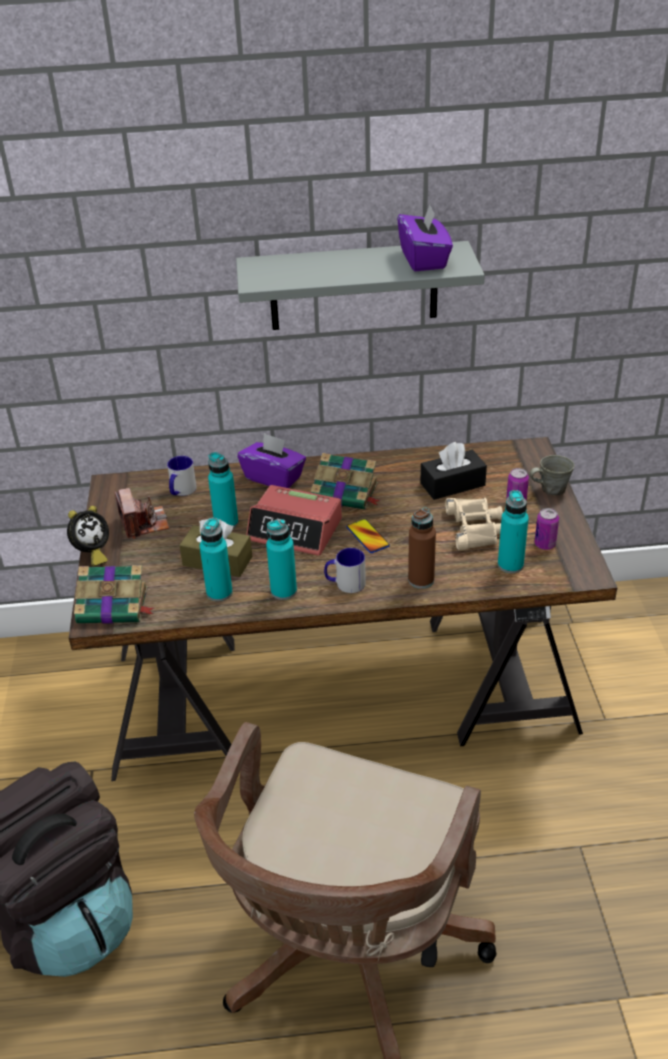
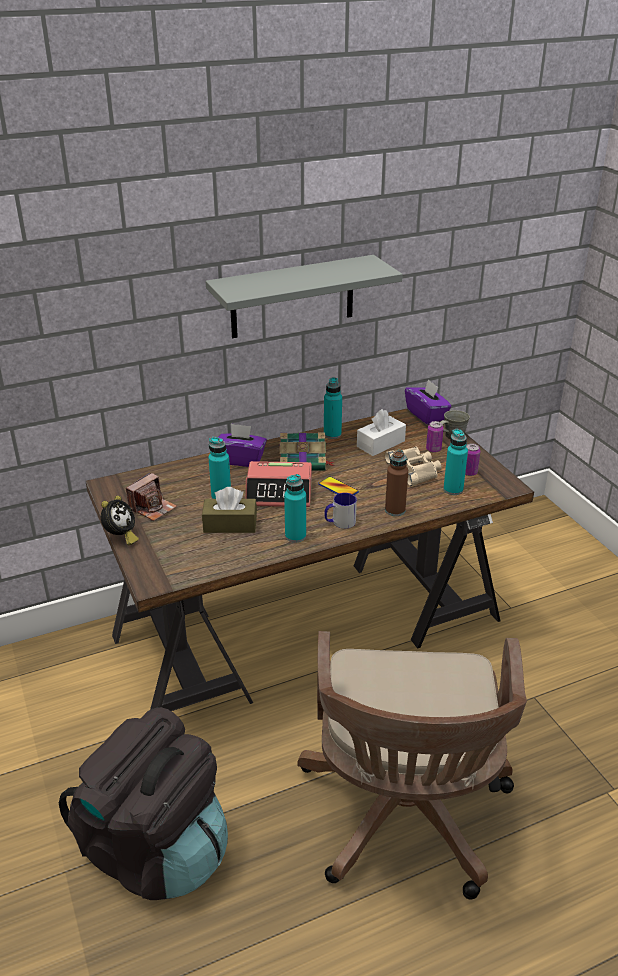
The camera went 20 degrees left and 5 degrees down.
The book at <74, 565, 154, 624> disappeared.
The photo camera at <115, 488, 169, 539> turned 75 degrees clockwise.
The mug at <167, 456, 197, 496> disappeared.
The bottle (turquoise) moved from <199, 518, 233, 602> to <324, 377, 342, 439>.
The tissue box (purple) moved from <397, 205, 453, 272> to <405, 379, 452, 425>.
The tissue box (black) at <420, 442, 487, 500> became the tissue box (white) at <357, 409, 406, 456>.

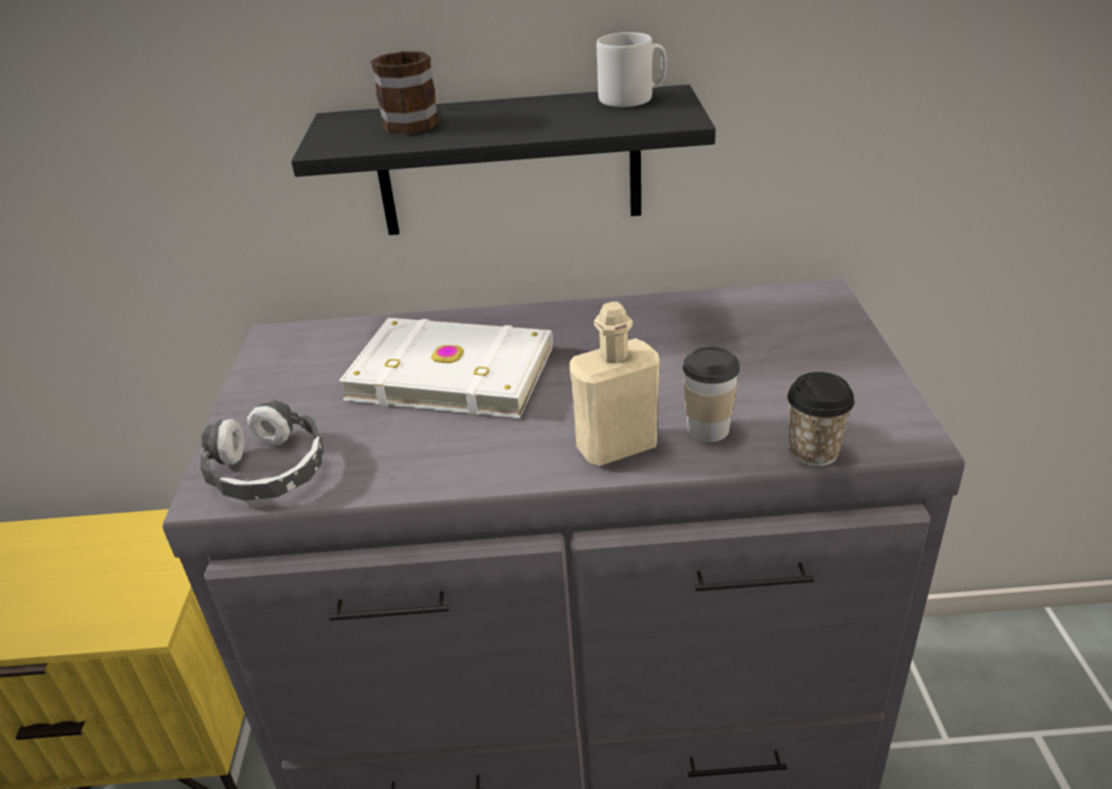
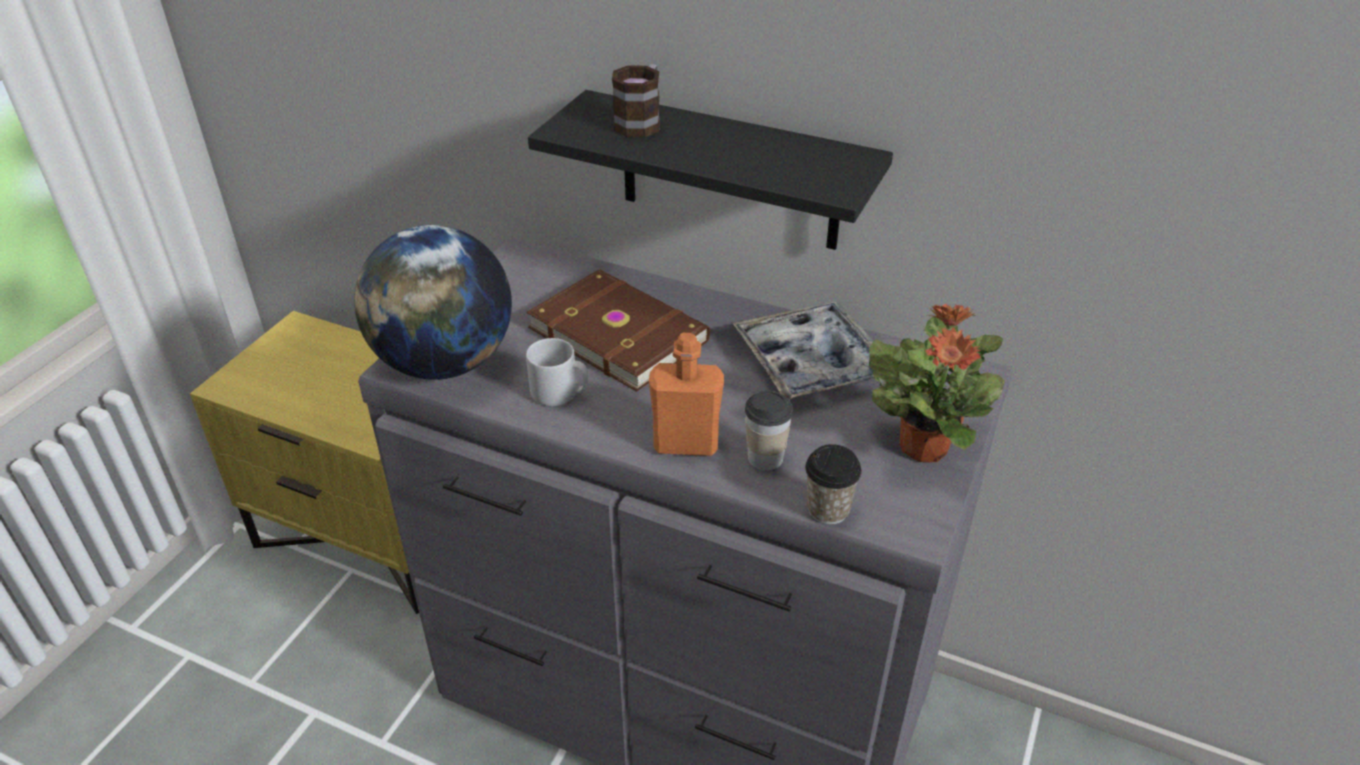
The camera went 25 degrees right and 5 degrees up.
The headphones at <200, 400, 324, 501> was replaced by the globe at <354, 225, 512, 380>.
The book (white) at <339, 317, 553, 418> became the book (brown) at <526, 269, 710, 392>.
The bottle (beige) at <569, 302, 660, 466> became the bottle (orange) at <649, 333, 724, 456>.
The mug (grey) moved from <597, 32, 667, 107> to <526, 338, 588, 406>.
The tray at <733, 302, 875, 400> appeared.
The potted plant at <869, 304, 1005, 463> appeared.

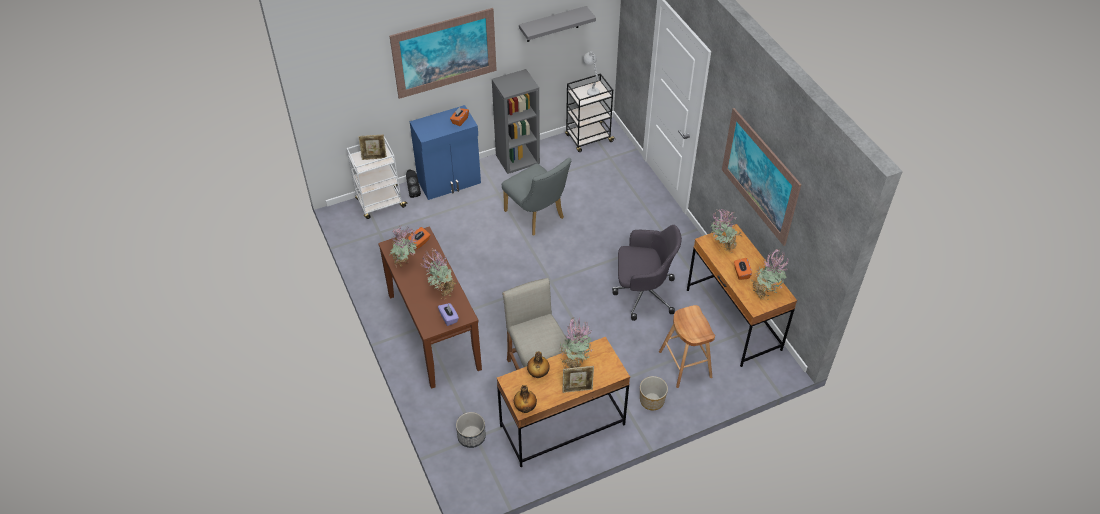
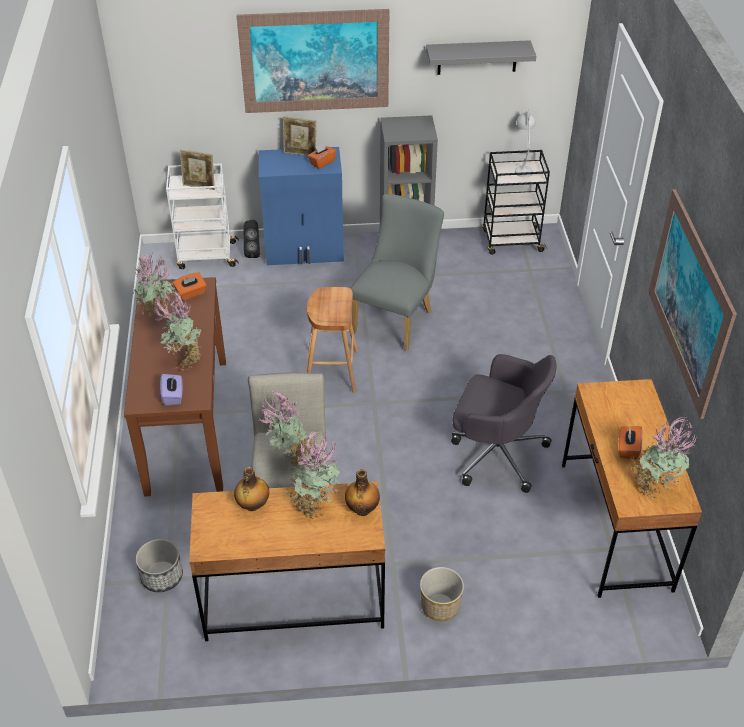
The camera went 20 degrees right and 5 degrees down.
The chair (grey) at <502, 158, 571, 236> turned 135 degrees counterclockwise.
The bottle moved from <514, 385, 537, 413> to <345, 469, 380, 516>.
The picture frame moved from <563, 366, 594, 393> to <283, 116, 316, 156>.
The stool (brown) moved from <659, 305, 715, 388> to <307, 287, 358, 393>.
The potted plant moved from <710, 209, 742, 255> to <258, 391, 314, 470>.

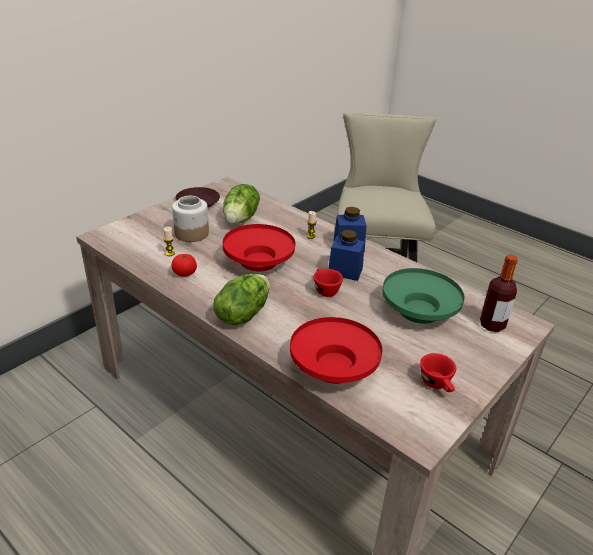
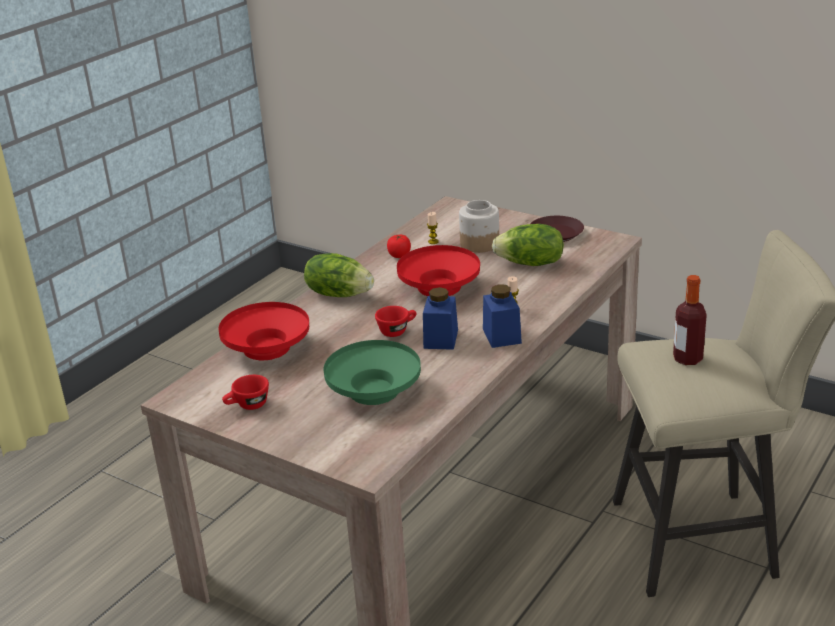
The camera went 85 degrees right and 5 degrees down.
The bottle moved from <480, 254, 518, 332> to <673, 275, 707, 365>.

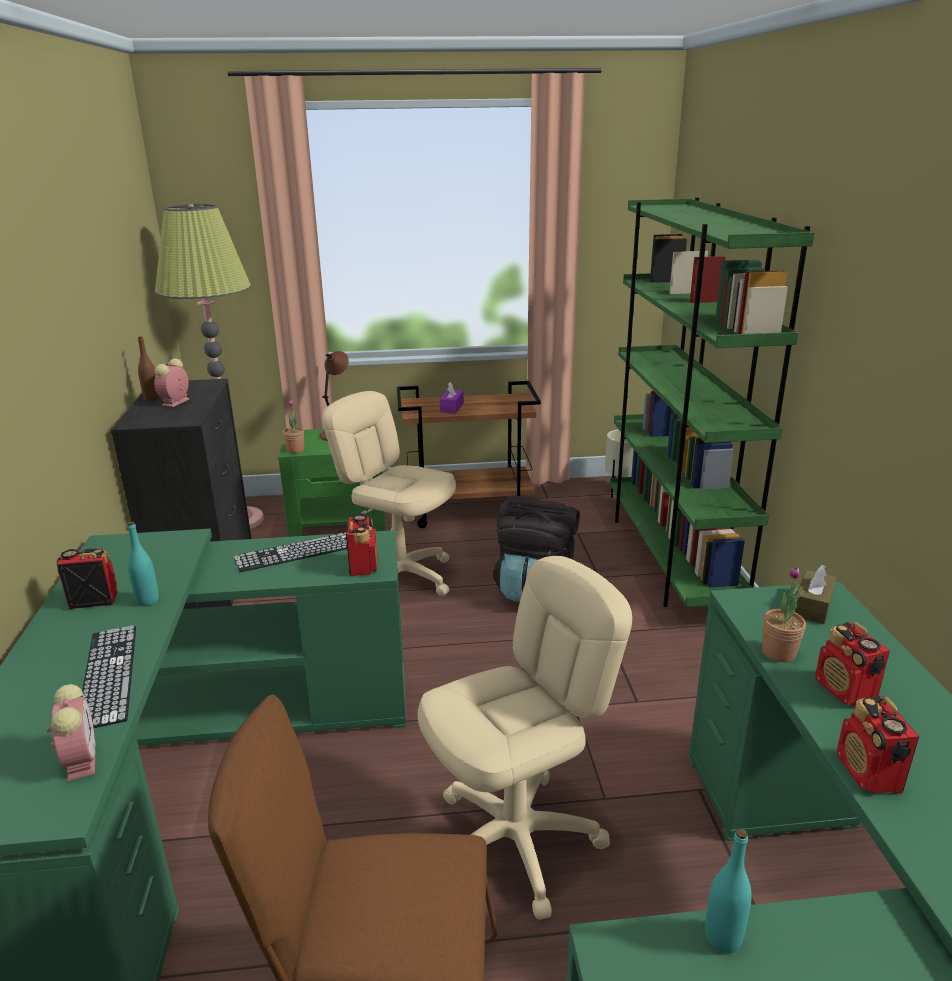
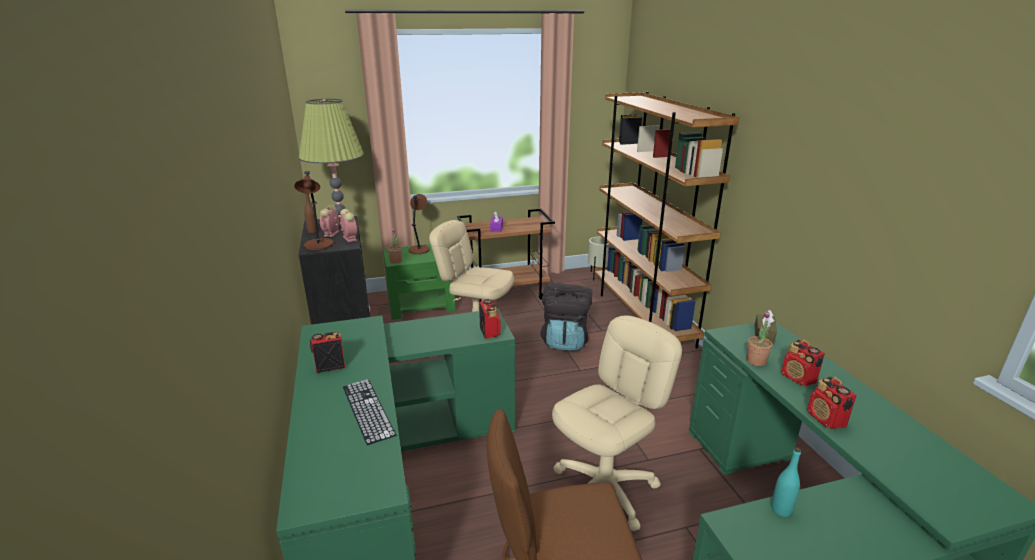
The camera went 10 degrees left and 0 degrees up.
The alarm clock moved from <46, 684, 96, 781> to <340, 209, 357, 242>.
The bottle (turquoise) at <127, 521, 159, 606> disappeared.
The keyboard at <234, 532, 347, 572> disappeared.
The bookcase (green) at <610, 198, 814, 607> became the bookcase (brown) at <594, 92, 739, 348>.
The table lamp (brown) at <294, 171, 334, 250> appeared.

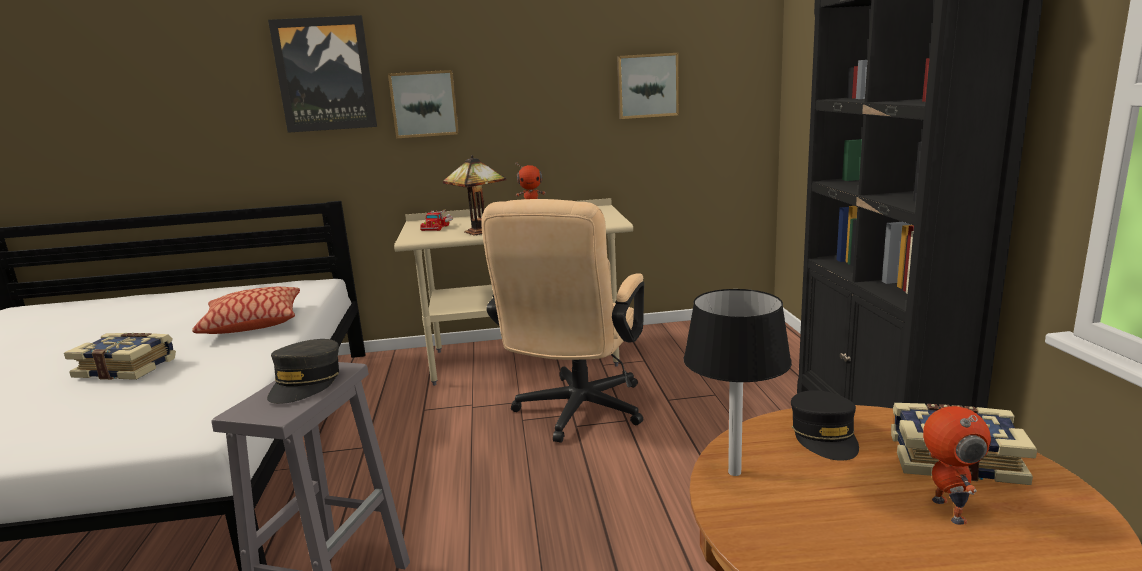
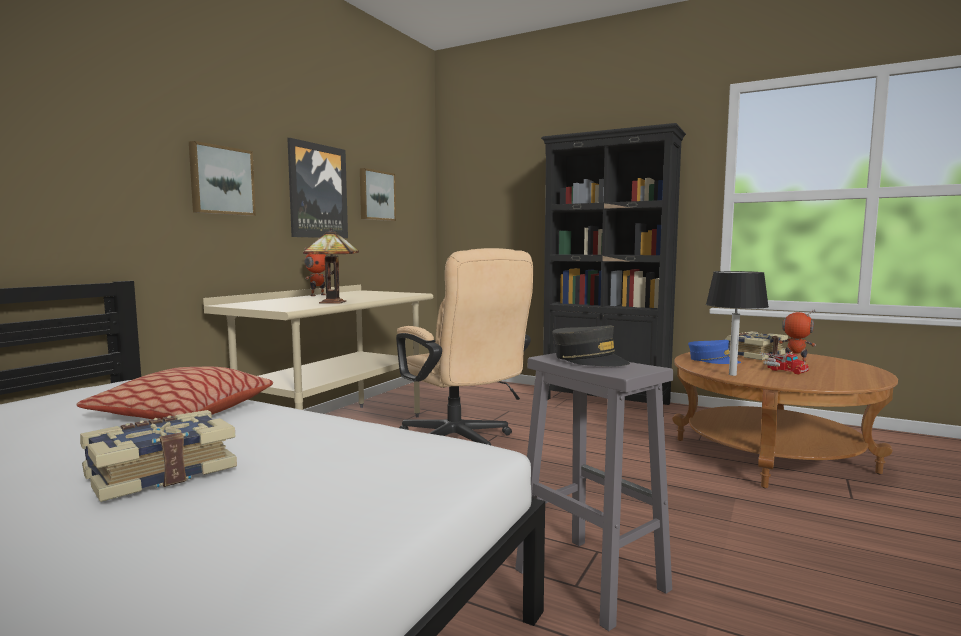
The camera went 55 degrees left and 10 degrees down.
The picture moved from <268, 15, 377, 133> to <287, 138, 348, 238>.
The toy truck moved from <420, 209, 453, 231> to <760, 352, 809, 374>.
The cap (black) at <791, 390, 859, 461> became the cap (blue) at <688, 340, 741, 364>.

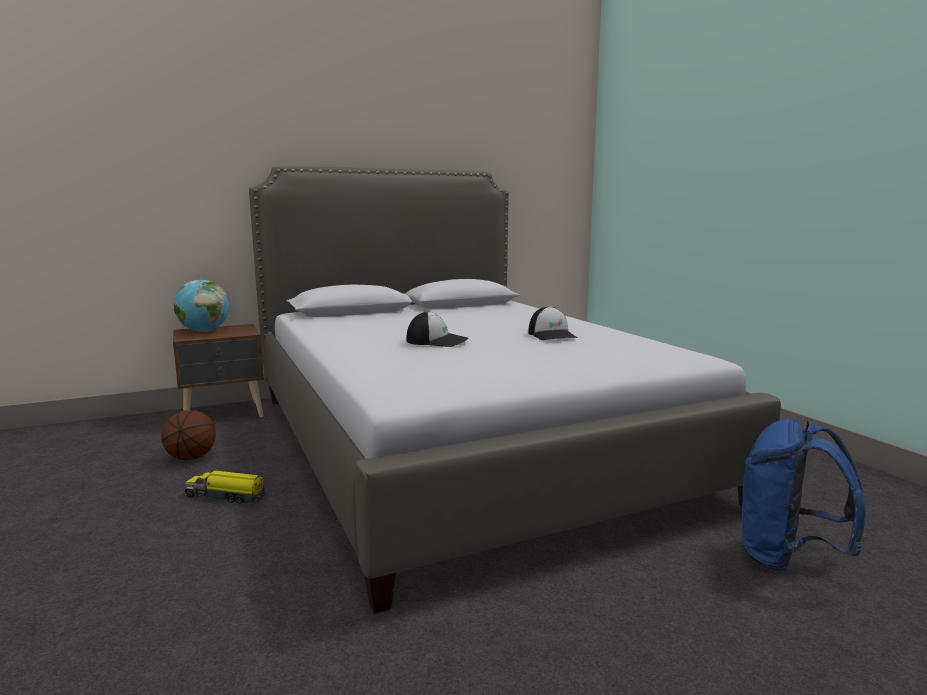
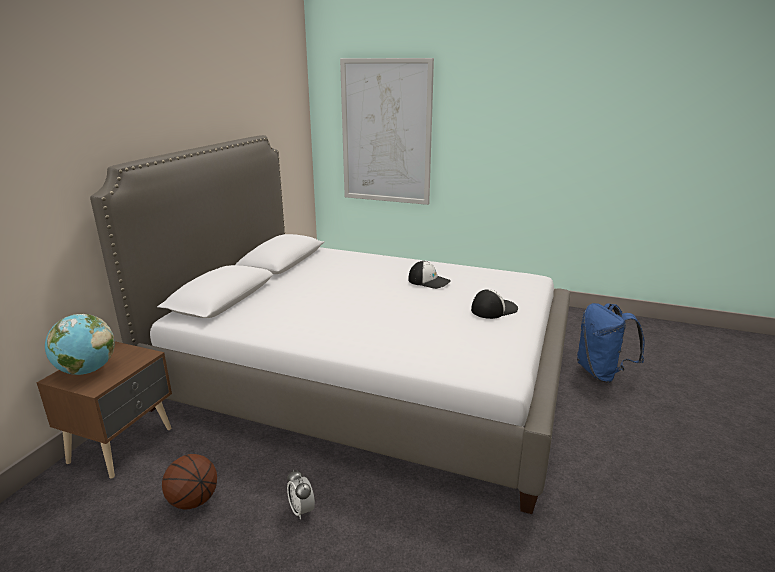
The camera went 45 degrees left and 10 degrees up.
The toy truck at <185, 470, 268, 504> was replaced by the alarm clock at <287, 470, 315, 519>.
The cap moved from <406, 311, 468, 347> to <471, 289, 518, 319>.
The picture at <340, 58, 434, 205> appeared.

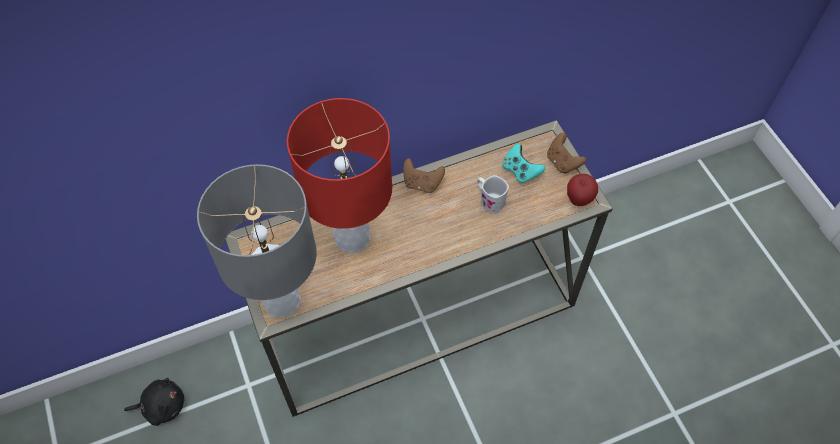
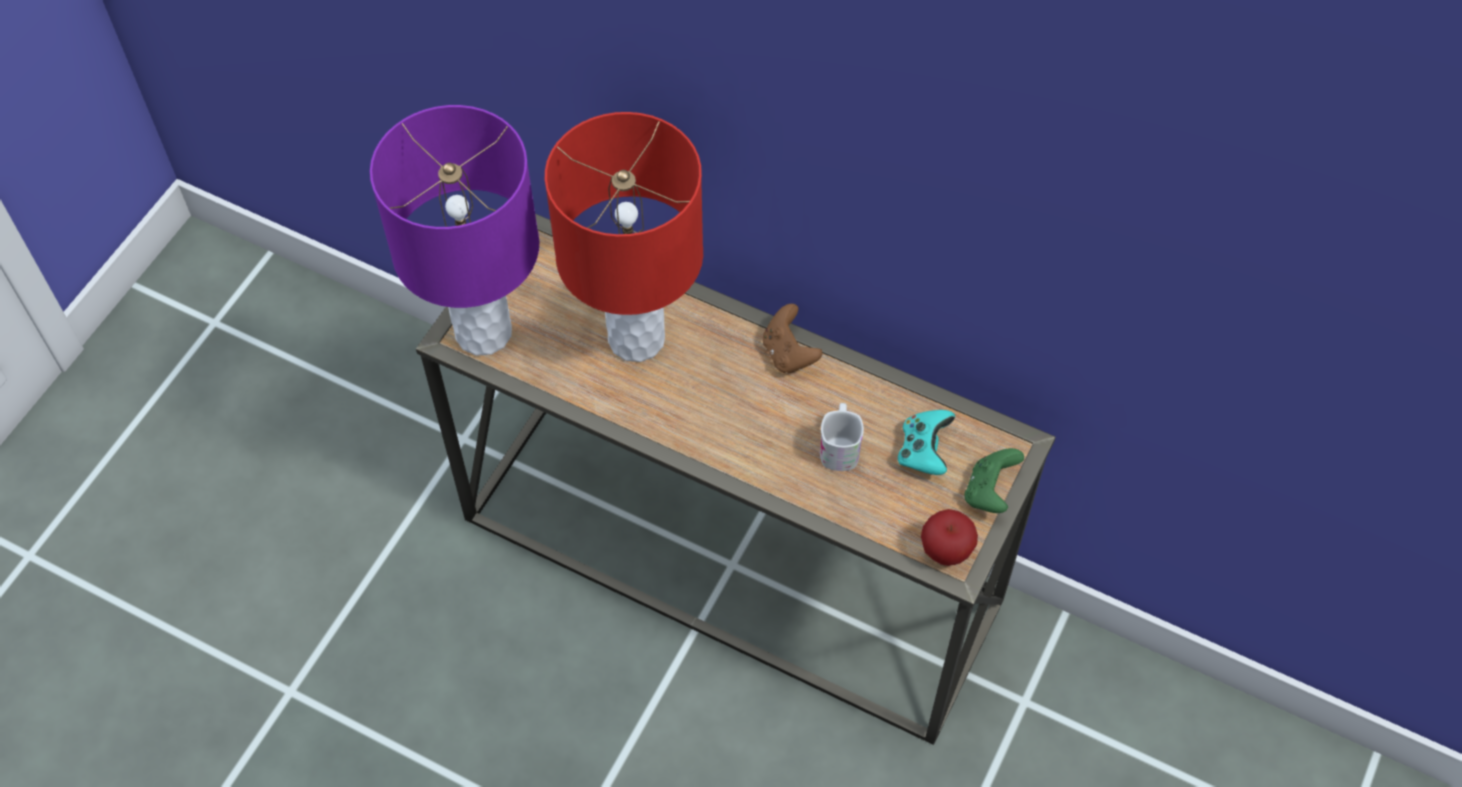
The camera went 50 degrees right and 0 degrees up.
The plush toy (black) at <124, 378, 184, 426> disappeared.
The table lamp (grey) at <197, 164, 317, 318> became the table lamp (purple) at <370, 105, 539, 356>.
The game controller (brown) at <547, 133, 586, 174> became the game controller (green) at <964, 448, 1024, 513>.

